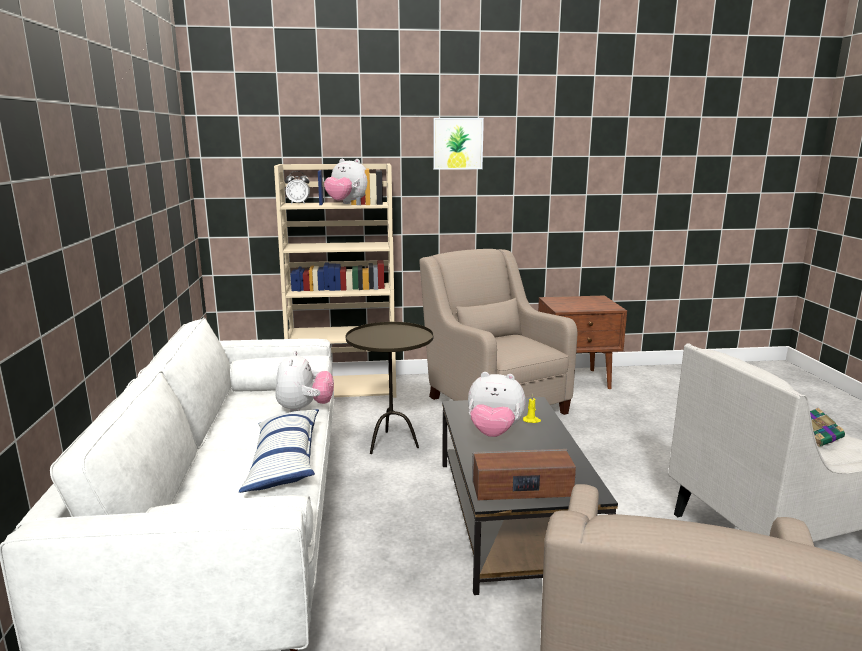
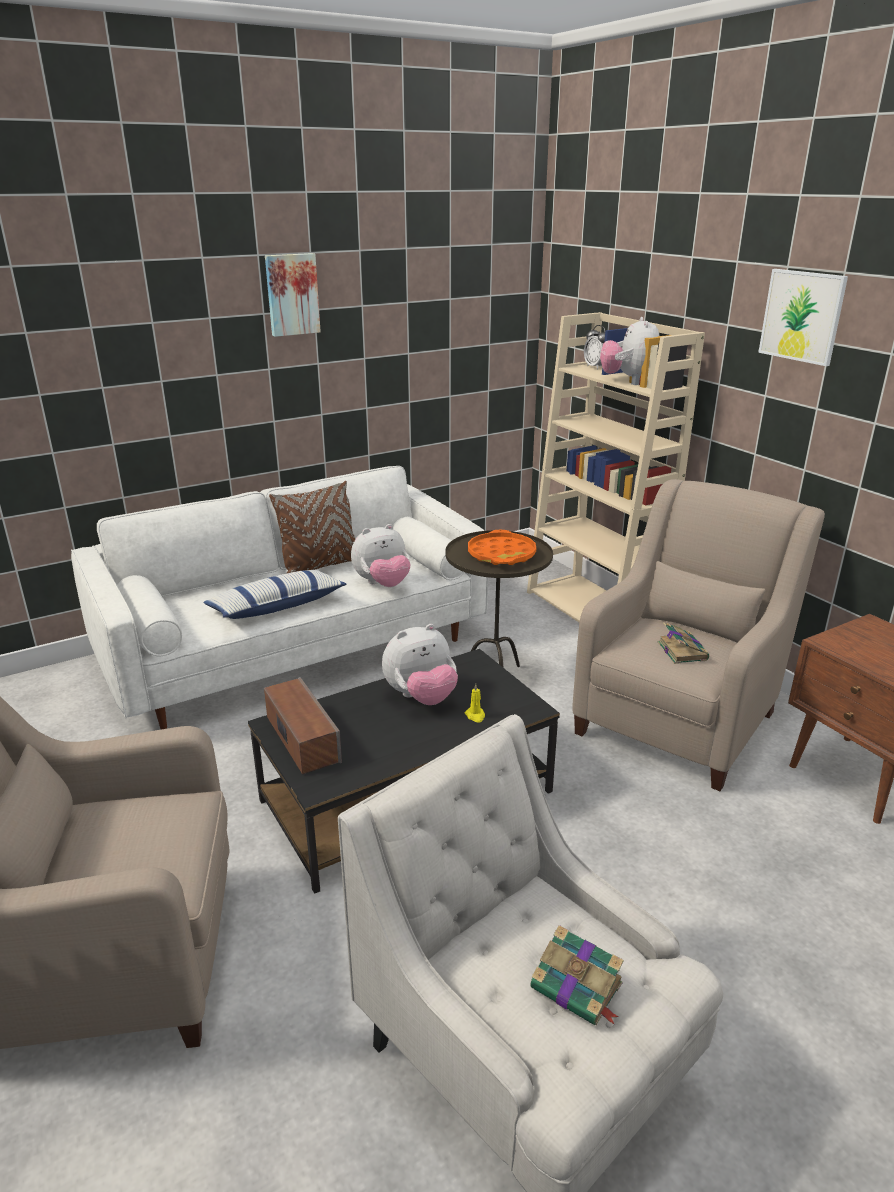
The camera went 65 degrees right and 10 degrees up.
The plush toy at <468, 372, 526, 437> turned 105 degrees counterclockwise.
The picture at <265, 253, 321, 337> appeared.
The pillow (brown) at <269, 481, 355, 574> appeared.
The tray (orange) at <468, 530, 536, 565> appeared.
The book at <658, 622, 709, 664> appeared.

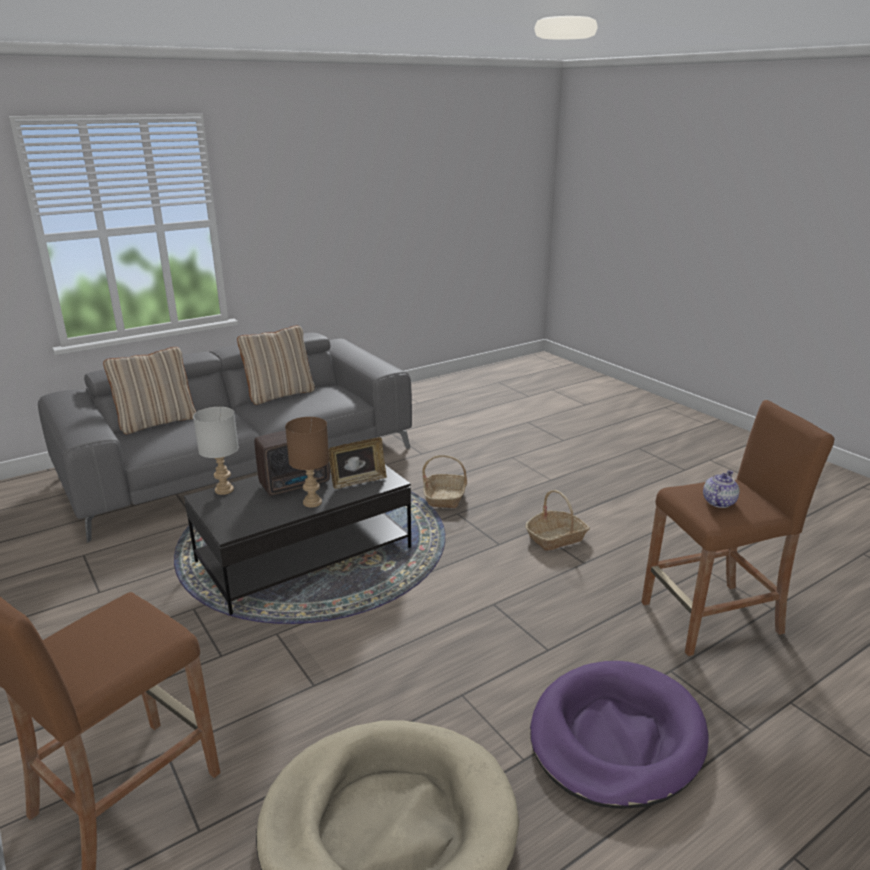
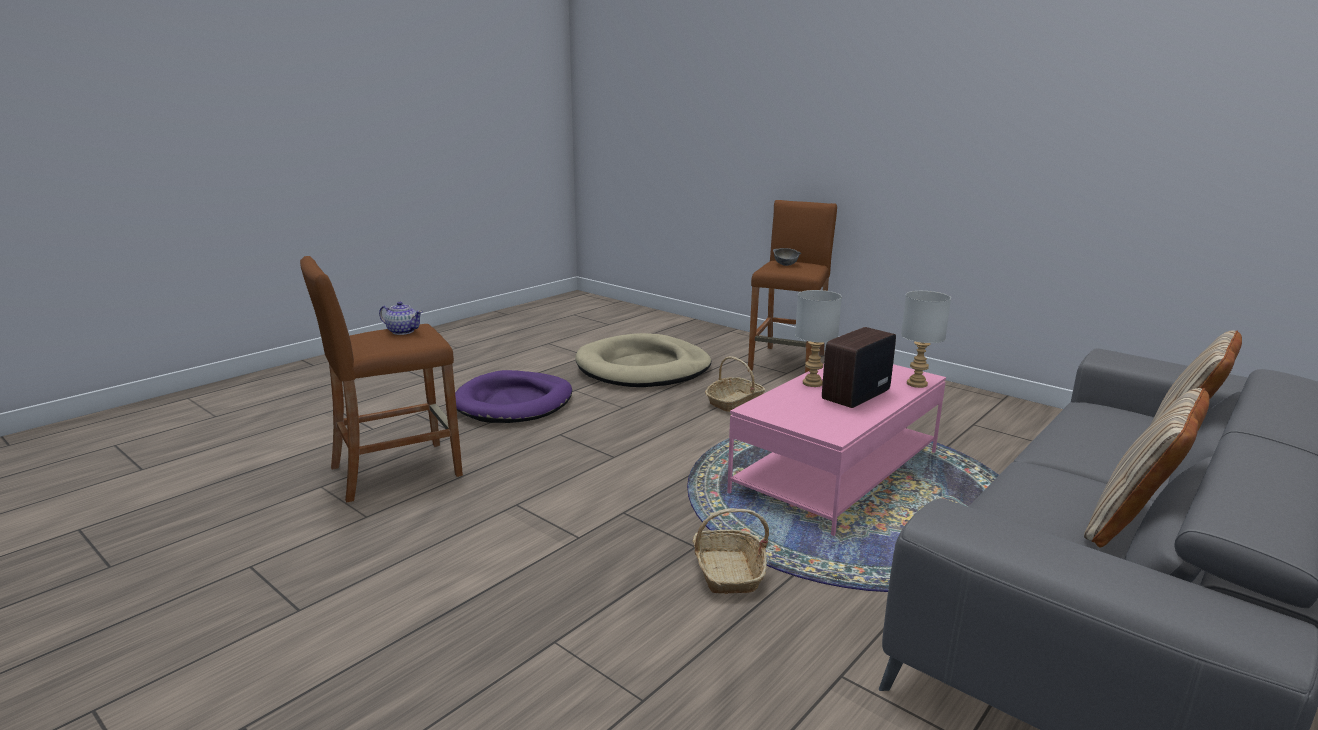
The camera went 165 degrees right and 5 degrees down.
The coffee table (black) at <184, 462, 411, 615> became the coffee table (pink) at <727, 364, 946, 536>.
The table lamp (brown) at <285, 417, 329, 508> became the table lamp (grey) at <795, 290, 842, 387>.
The picture frame at <329, 437, 387, 489> disappeared.
The basket moved from <525, 490, 590, 551> to <705, 356, 765, 412>.
The teapot at <703, 470, 740, 508> turned 90 degrees counterclockwise.
The bowl (grey) at <773, 248, 801, 266> appeared.

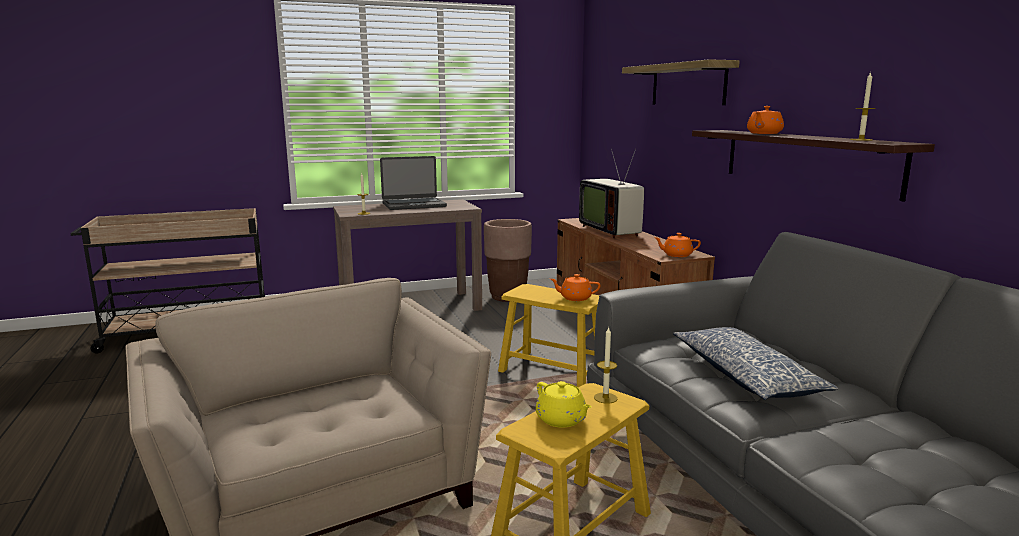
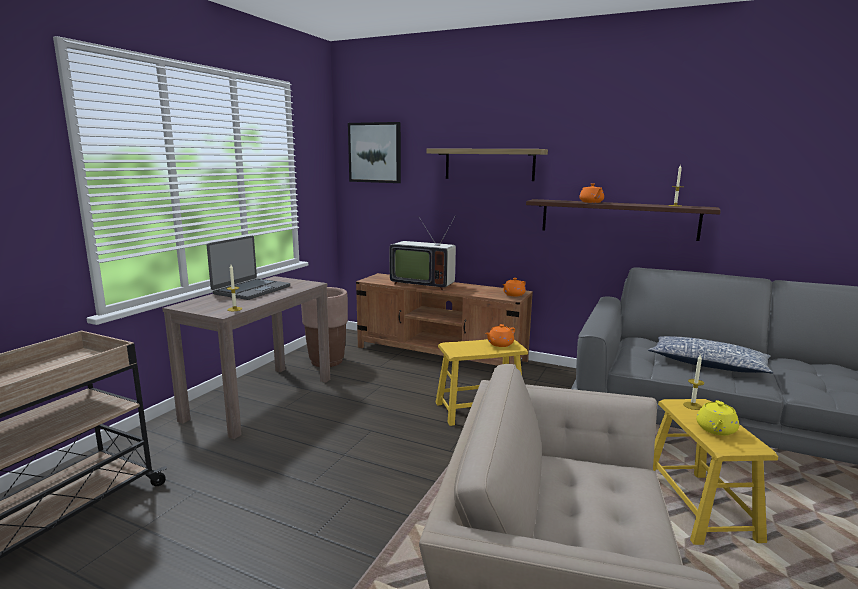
The camera went 45 degrees left and 0 degrees up.
The teapot (yellow) at <536, 381, 592, 428> turned 105 degrees clockwise.
The picture at <348, 122, 401, 183> appeared.

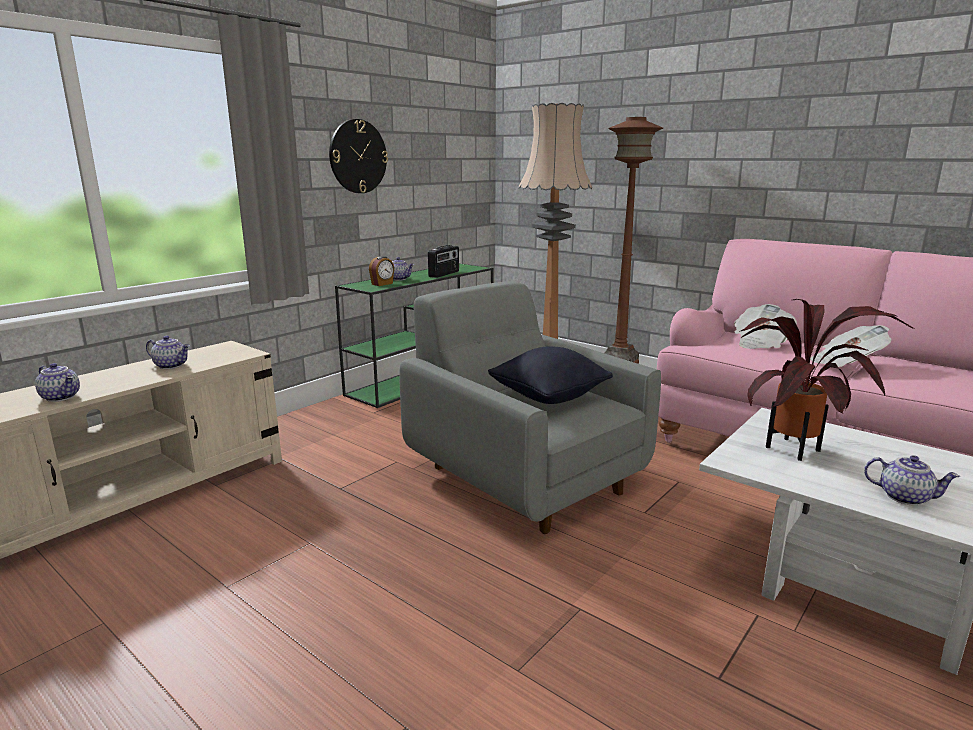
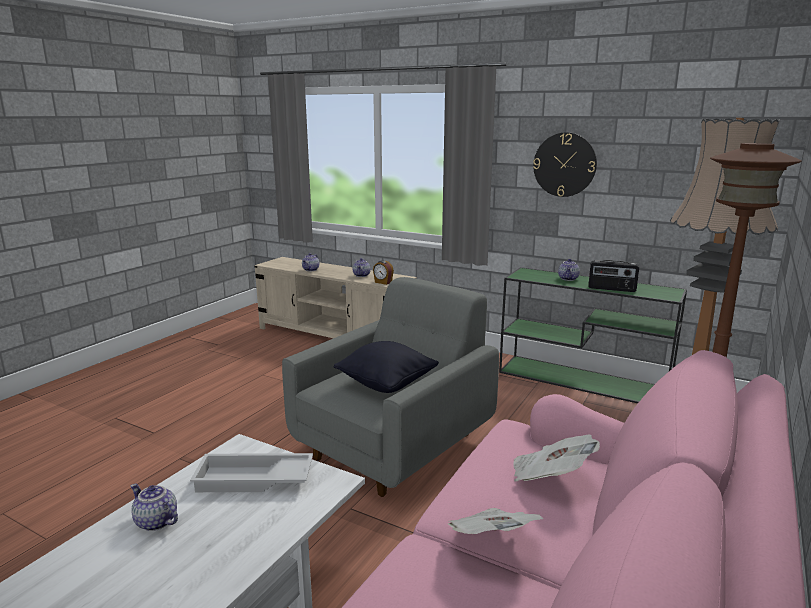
The camera went 80 degrees right and 0 degrees up.
The alarm clock moved from <369, 256, 394, 286> to <373, 260, 394, 285>.
The potted plant at <739, 299, 914, 461> was replaced by the tray (white) at <190, 453, 313, 492>.
The teapot at <864, 455, 960, 505> turned 105 degrees clockwise.

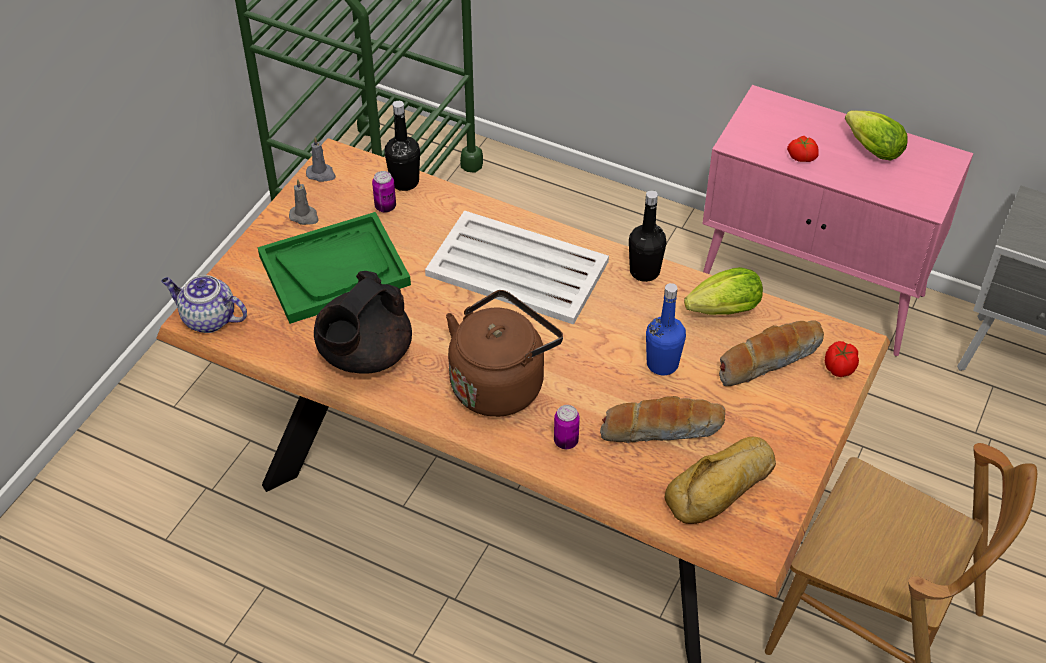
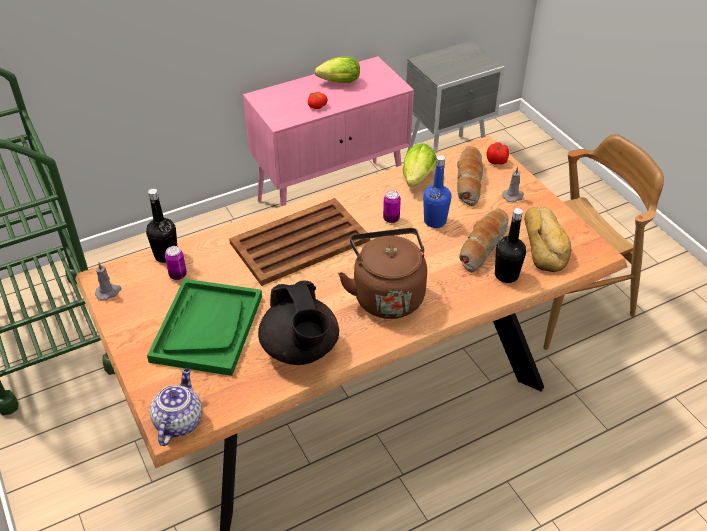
The camera went 55 degrees left and 5 degrees down.
The teapot at <161, 275, 247, 333> turned 135 degrees clockwise.
The candle (grey) moved from <289, 179, 319, 225> to <502, 167, 524, 202>.
The tray (white) at <425, 210, 609, 325> became the tray (brown) at <229, 198, 370, 286>.
The can moved from <554, 405, 580, 449> to <383, 190, 401, 223>.
The bottle (black) moved from <629, 190, 667, 282> to <495, 208, 526, 283>.

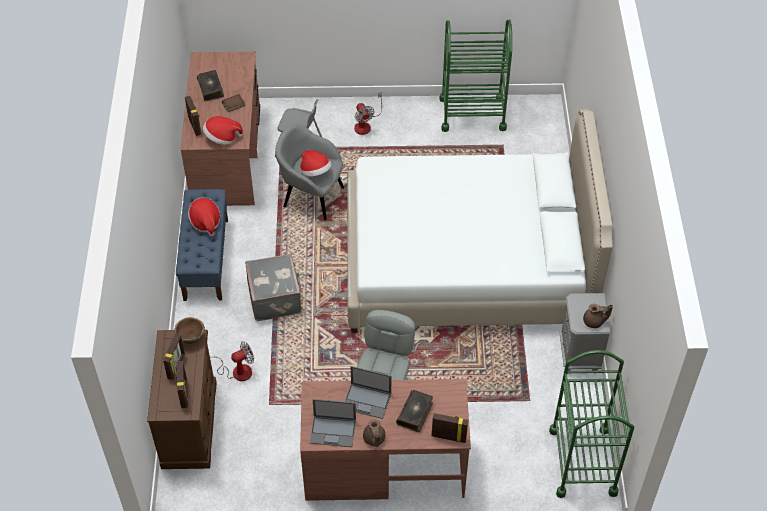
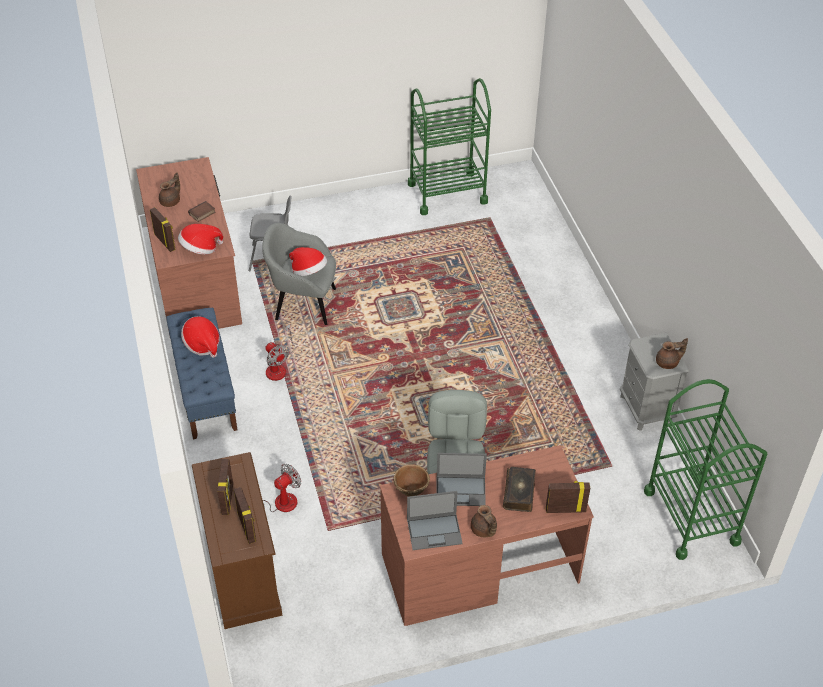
The camera went 15 degrees left and 5 degrees down.
The bowl (brown) moved from <174, 317, 205, 344> to <393, 464, 430, 496>.
The book at <197, 70, 224, 101> was replaced by the teapot (brown) at <159, 172, 180, 207>.
The suitcase (grey) at <245, 254, 302, 321> disappeared.
The bed (white) at <347, 109, 613, 333> disappeared.
The fan moved from <354, 92, 382, 135> to <265, 324, 293, 381>.

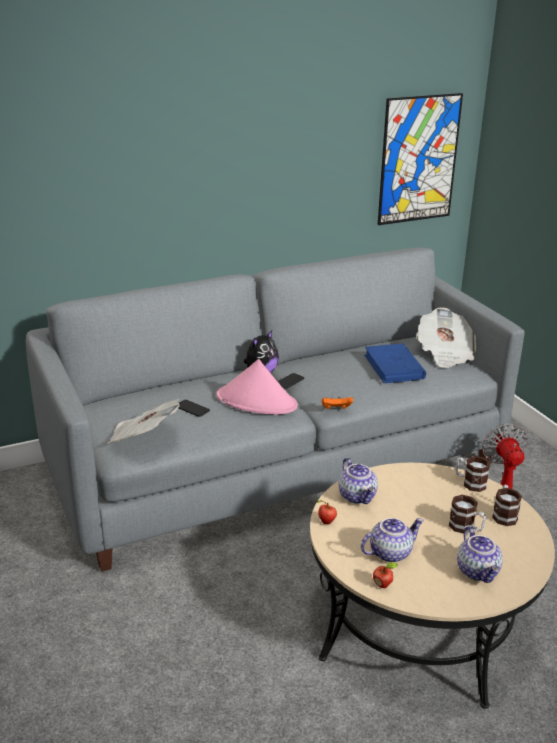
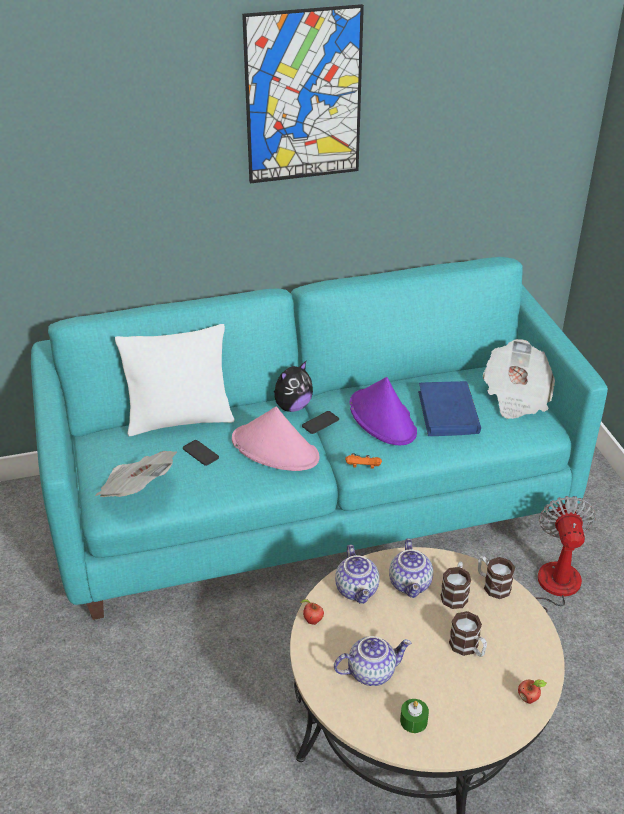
The camera went 10 degrees right and 10 degrees up.
The sofa (grey) at <26, 247, 525, 572> became the sofa (turquoise) at <31, 257, 608, 620>.
The apple moved from <373, 562, 398, 588> to <518, 680, 547, 704>.
The picture moved from <378, 93, 463, 225> to <242, 4, 364, 183>.
The teapot moved from <457, 526, 503, 583> to <389, 538, 433, 598>.
The mug moved from <492, 484, 522, 526> to <440, 561, 471, 609>.
The pillow (white) at <115, 324, 235, 436> appeared.
The hat (purple) at <350, 377, 417, 446> appeared.
The candle (green) at <400, 699, 429, 733> appeared.

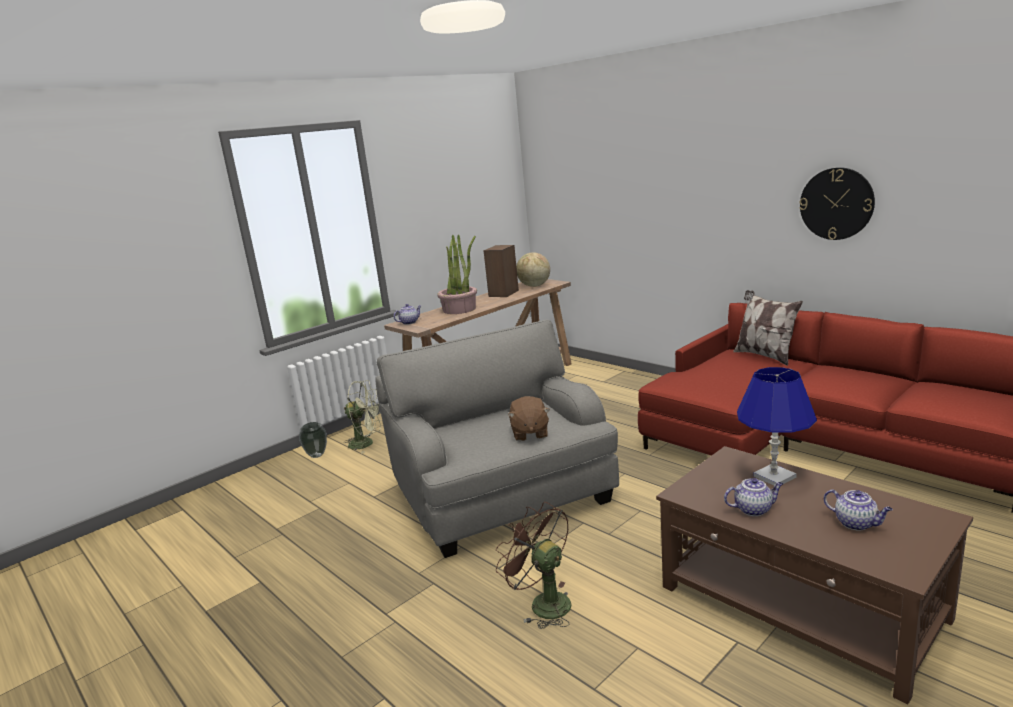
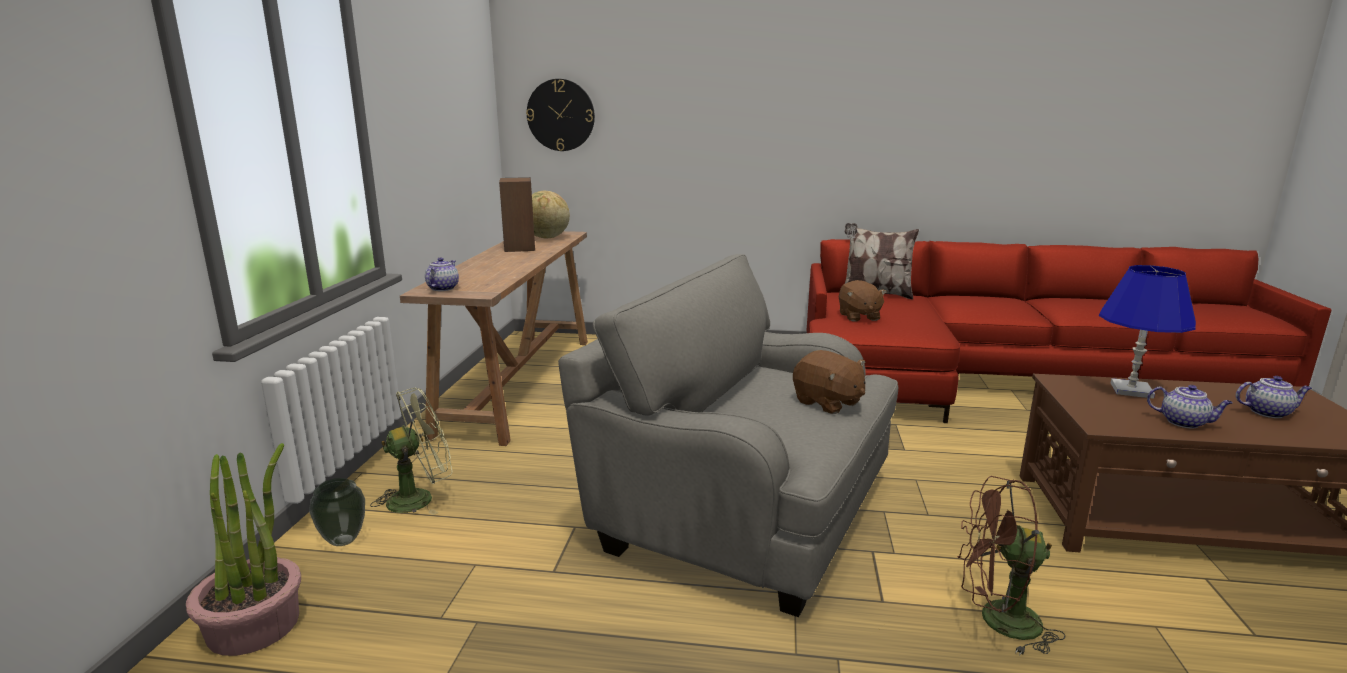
The camera went 40 degrees left and 0 degrees up.
The potted plant moved from <437, 234, 477, 314> to <186, 443, 301, 656>.
The teapot at <724, 478, 783, 516> turned 75 degrees clockwise.
The wall clock moved from <799, 167, 875, 240> to <526, 79, 595, 151>.
The plush toy (brown) at <839, 280, 887, 322> appeared.

